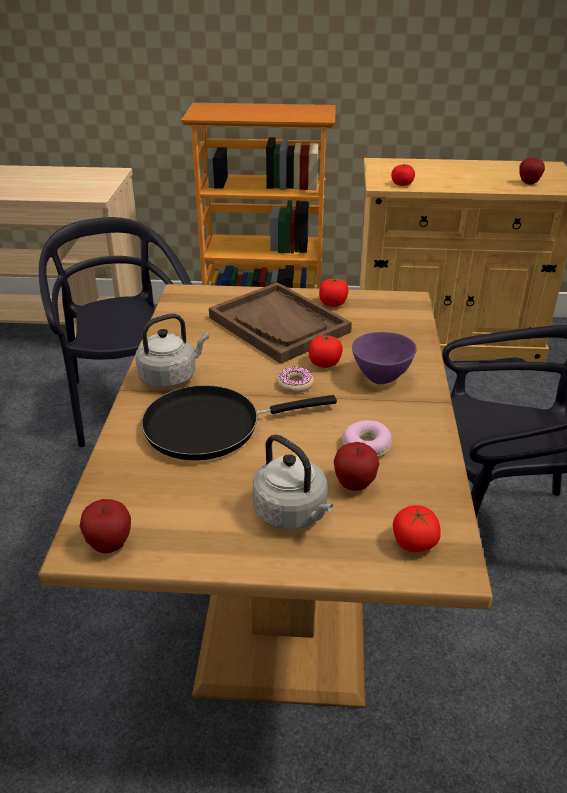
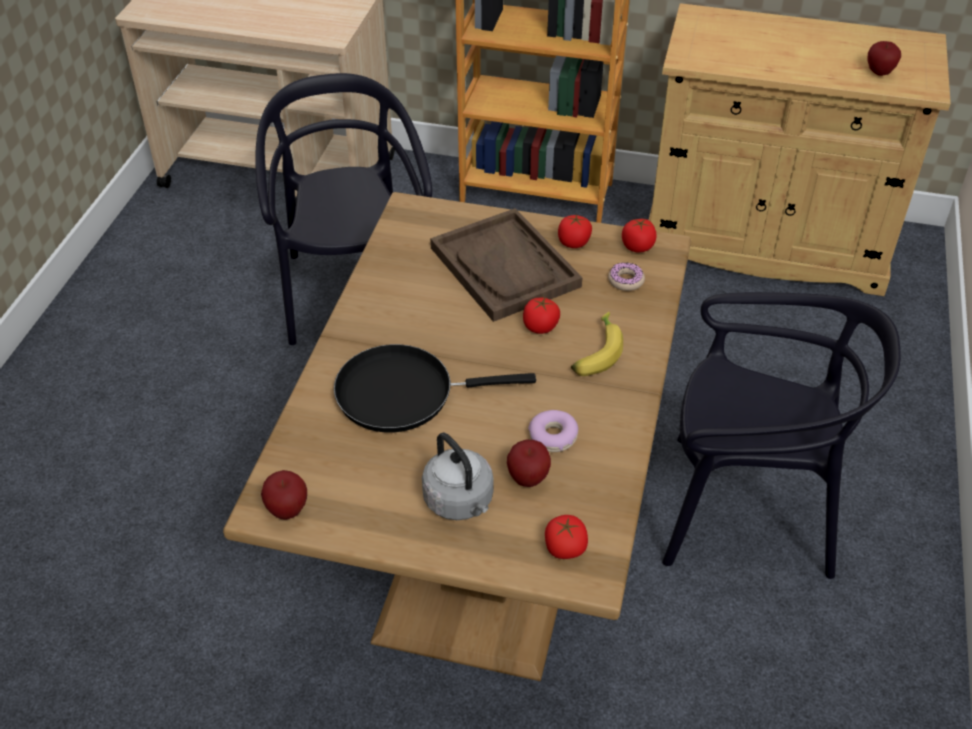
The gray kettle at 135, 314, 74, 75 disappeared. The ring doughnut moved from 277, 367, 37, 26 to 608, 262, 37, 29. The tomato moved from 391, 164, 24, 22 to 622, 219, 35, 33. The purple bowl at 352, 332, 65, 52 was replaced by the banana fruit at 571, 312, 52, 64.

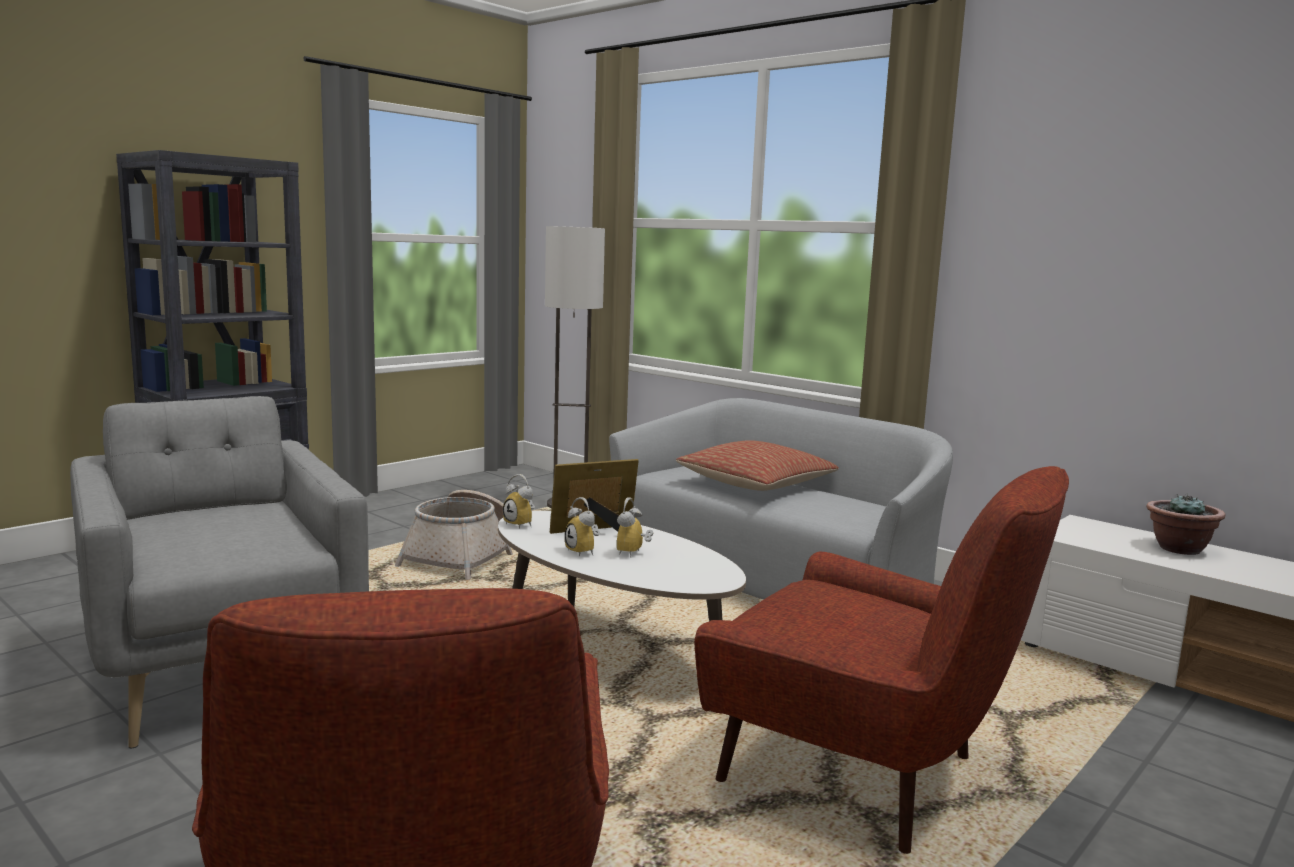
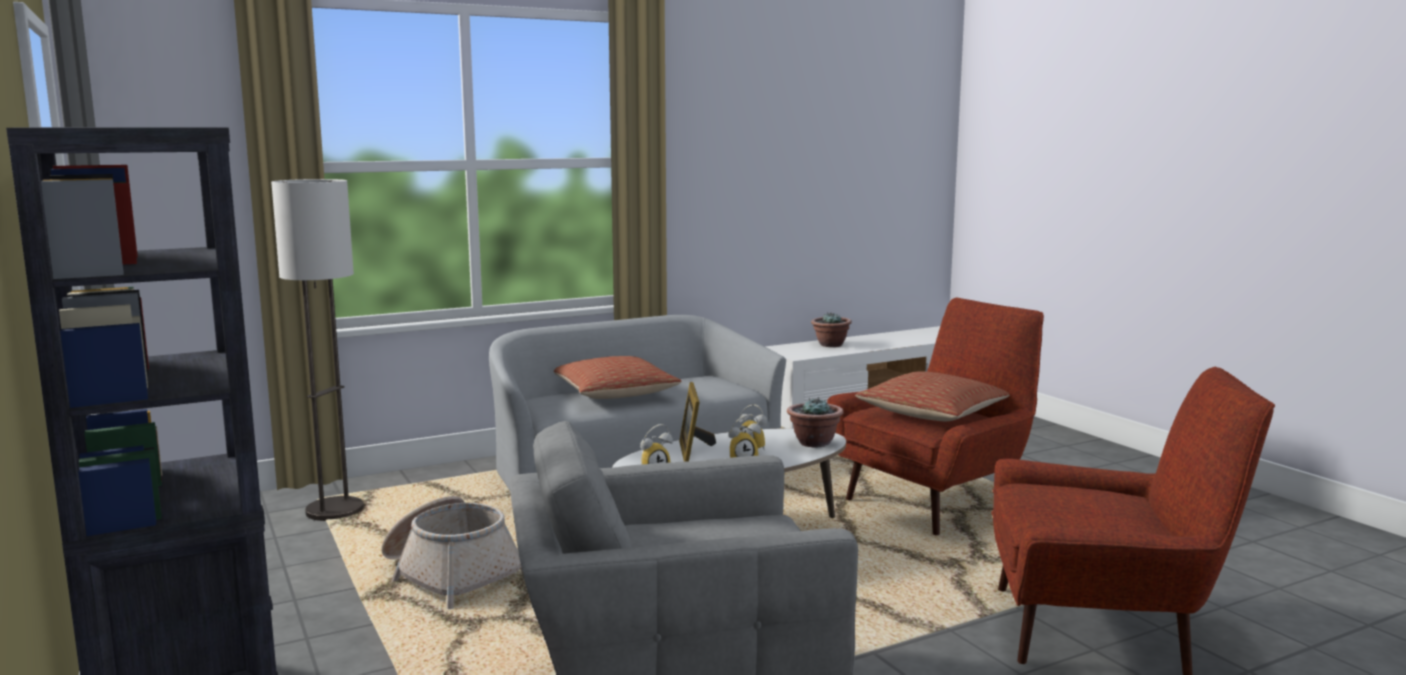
The potted plant at 787, 397, 57, 50 appeared. The pillow at 855, 371, 155, 50 appeared.

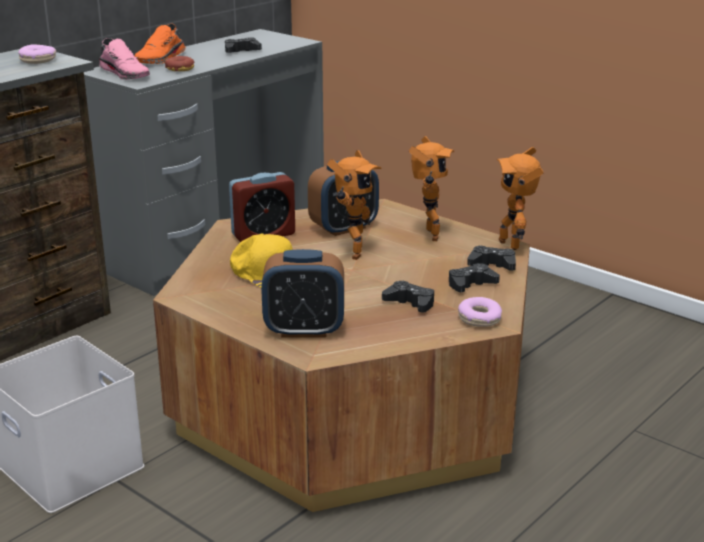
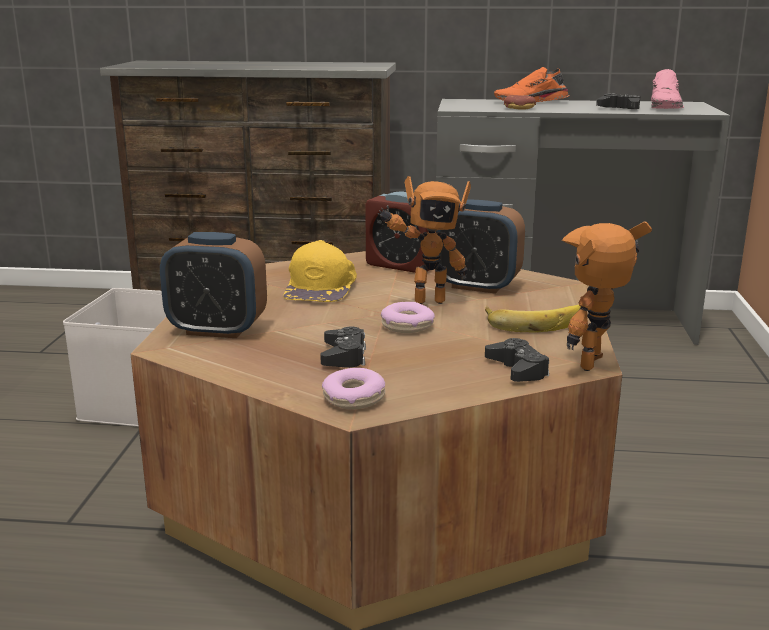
The black-coloured gamepad at 449, 263, 51, 29 disappeared. The ring doughnut moved from 18, 44, 38, 20 to 381, 302, 54, 31. The pink-coloured item of footwear moved from 99, 38, 51, 42 to 651, 69, 33, 40. The toy robot at 409, 136, 45, 105 was replaced by the banana fruit at 485, 305, 95, 28. The bedside clock at 261, 249, 83, 88 turned 45 degrees counterclockwise.

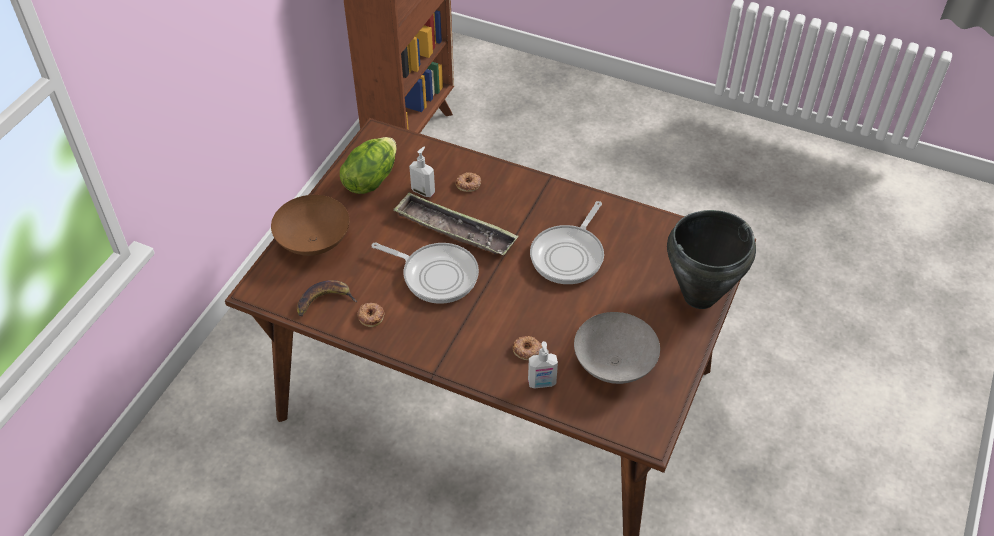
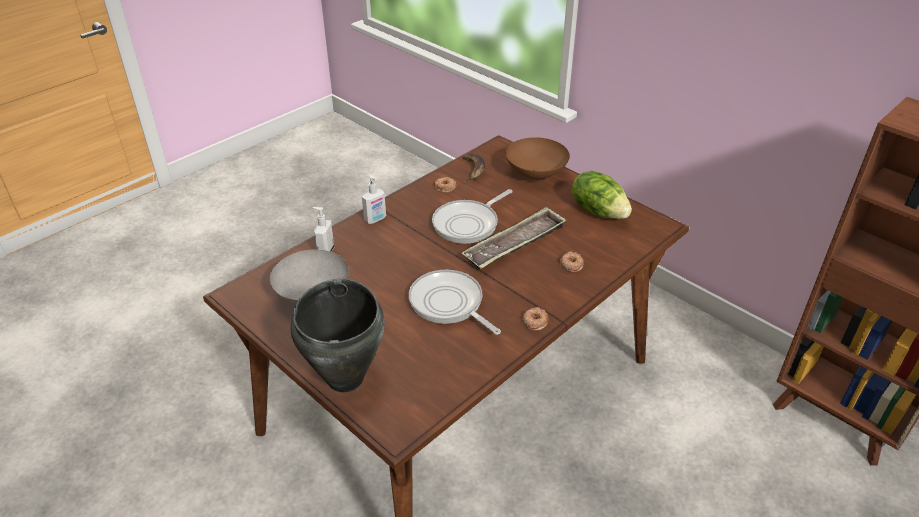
The soap bottle moved from 409, 146, 26, 51 to 362, 175, 24, 49. The ring doughnut moved from 513, 336, 29, 24 to 522, 307, 26, 24.

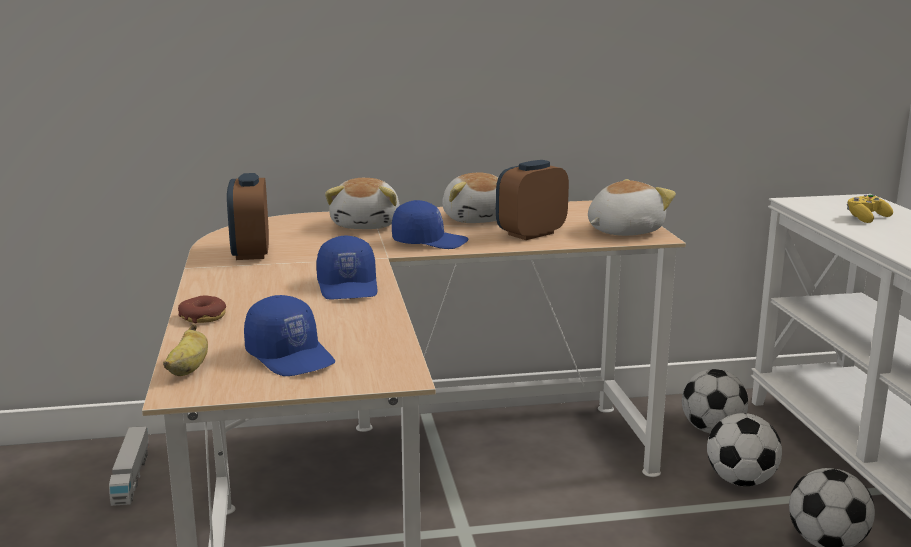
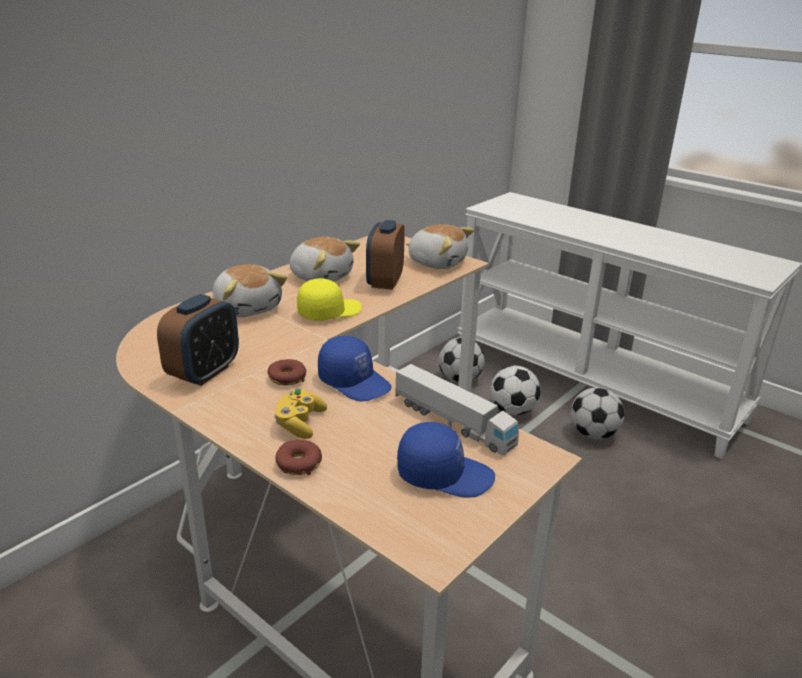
The banana fruit at 163, 324, 45, 52 disappeared. The ring doughnut at 267, 359, 39, 27 appeared. The toy truck moved from 109, 426, 40, 80 to 394, 364, 125, 91. The yellow-coloured gamepad moved from 847, 194, 46, 29 to 274, 388, 53, 51. The bluish cap at 392, 200, 76, 49 became the yellow-coloured cap at 297, 278, 65, 43. The bedside clock at 227, 173, 42, 87 turned 105 degrees counterclockwise. The plush toy at 588, 179, 88, 57 turned 105 degrees clockwise.

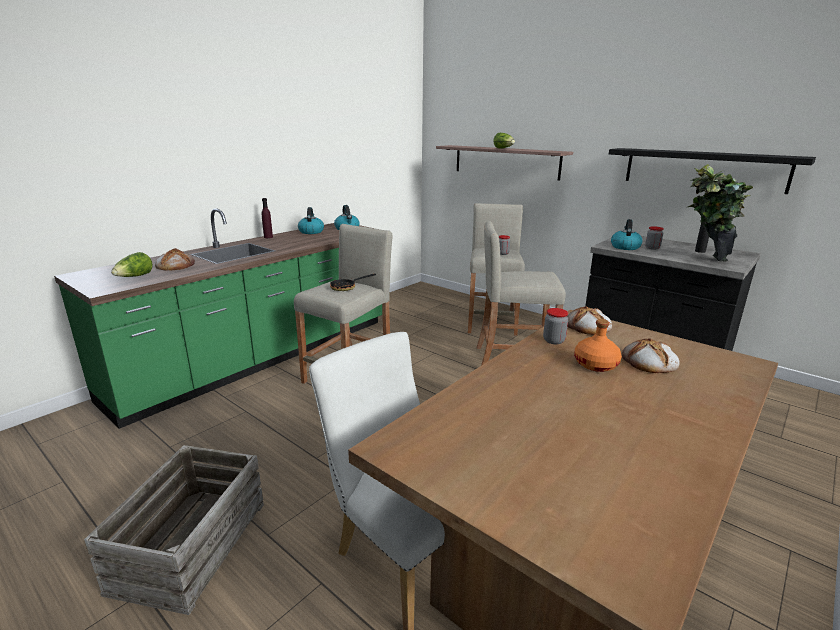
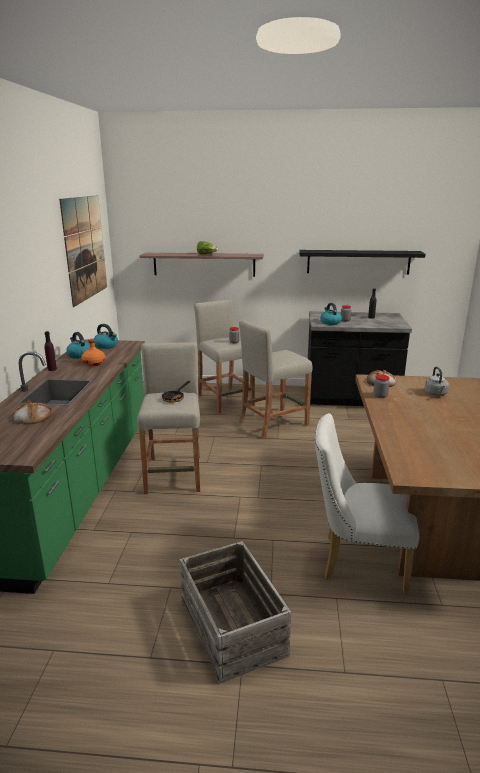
The lettuce head at 111, 252, 42, 25 disappeared. The potted plant at 688, 164, 65, 97 disappeared. The wall art at 59, 196, 48, 111 appeared. The orange-coloured bottle moved from 574, 319, 48, 53 to 81, 339, 25, 27. The baked bread at 622, 338, 57, 35 was replaced by the gray kettle at 424, 367, 25, 29.

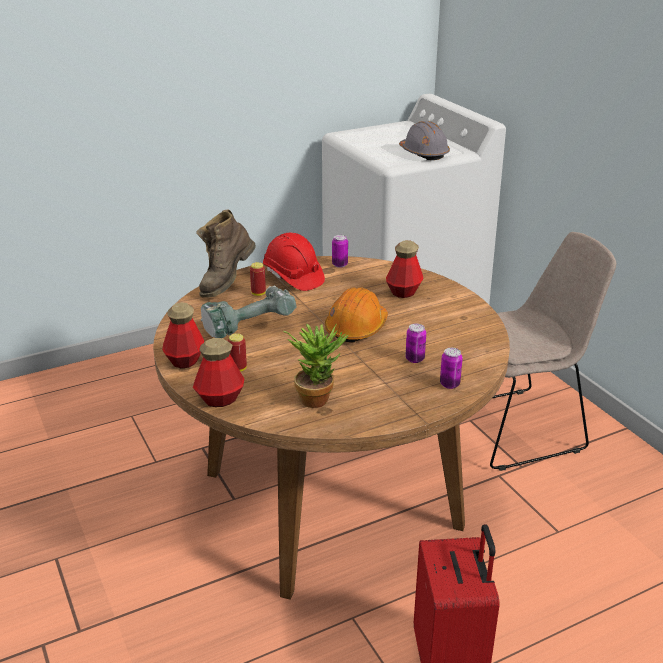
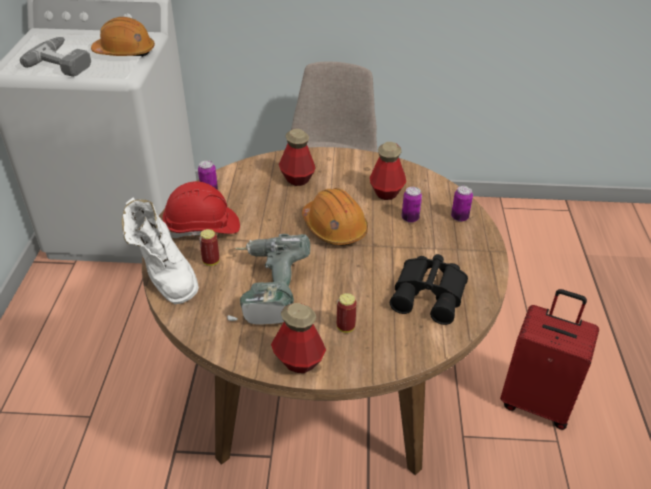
The power drill at 20, 37, 71, 40 appeared. The bottle moved from 193, 338, 51, 69 to 370, 142, 36, 58. The potted plant at 283, 324, 65, 84 was replaced by the black-coloured field glasses at 390, 254, 78, 71. The brown boot at 196, 209, 60, 89 became the white boot at 122, 197, 77, 107. The gray work helmet at 399, 121, 51, 39 became the orange-coloured work helmet at 91, 17, 64, 40.

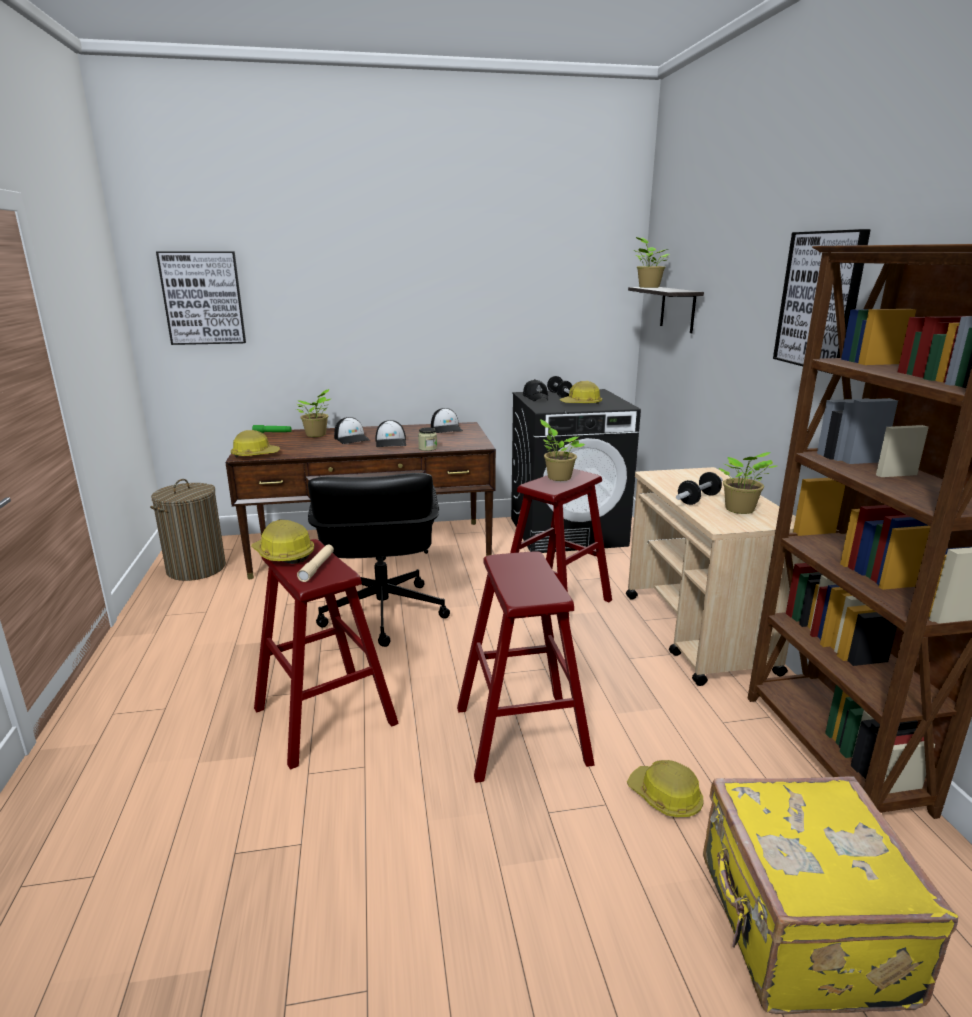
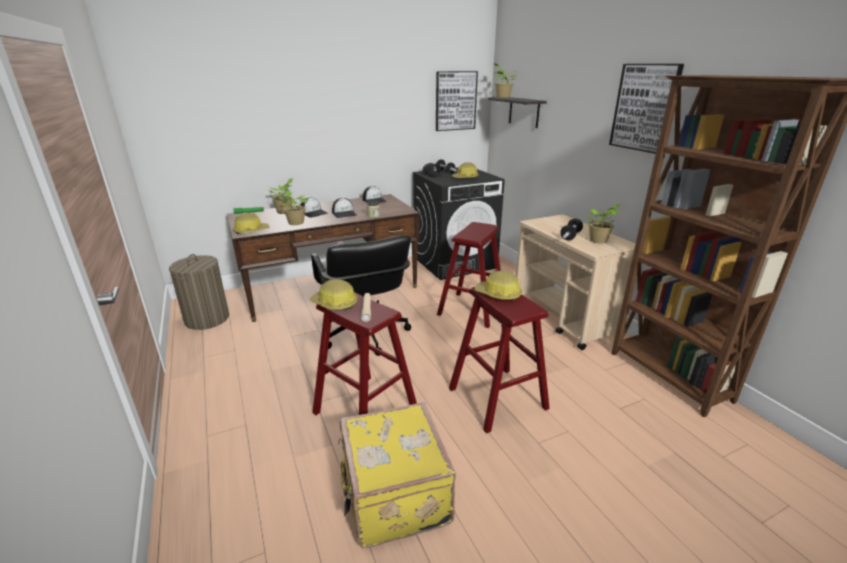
The wall art moved from 156, 252, 90, 93 to 436, 71, 42, 60. The potted plant moved from 540, 419, 45, 62 to 279, 186, 30, 39. The work helmet moved from 627, 760, 77, 57 to 474, 271, 48, 29. The yellow-coloured suitcase moved from 703, 776, 255, 239 to 338, 402, 118, 146.

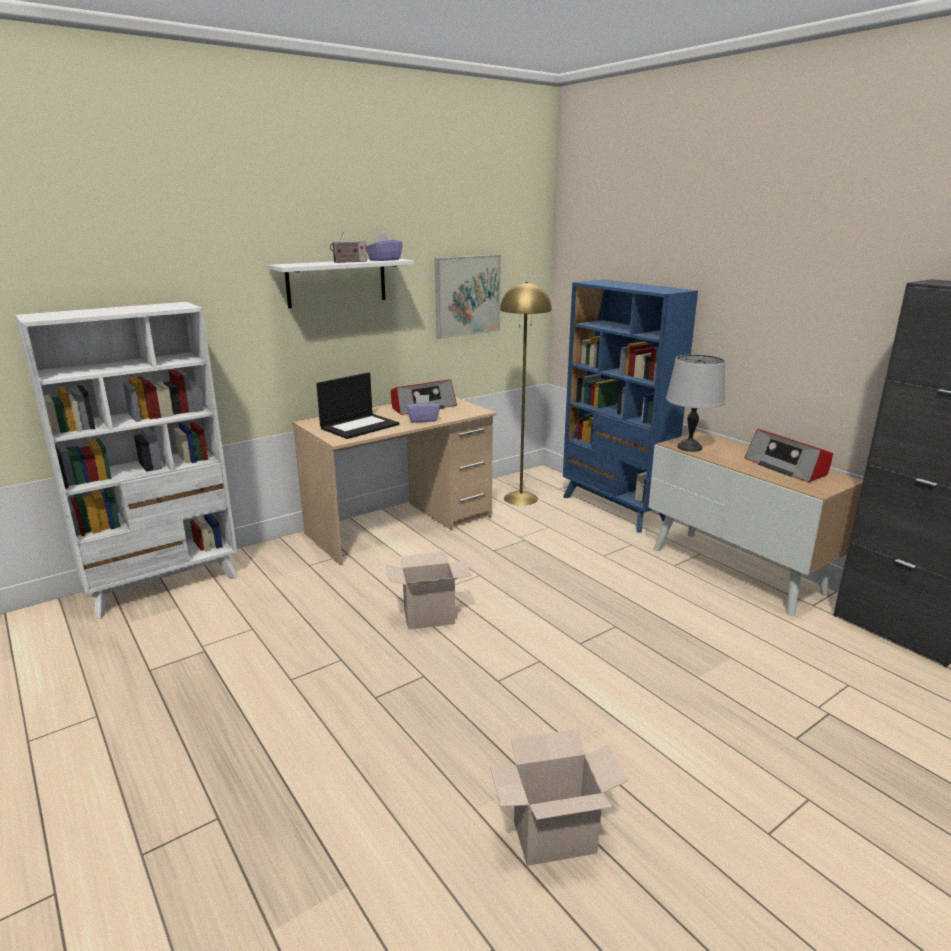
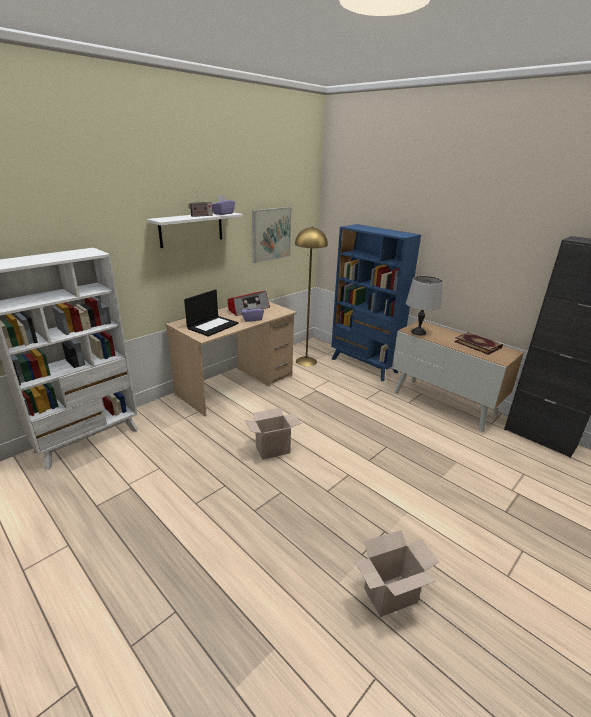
The radio at 744, 429, 89, 53 was replaced by the bound book at 454, 332, 49, 23.

